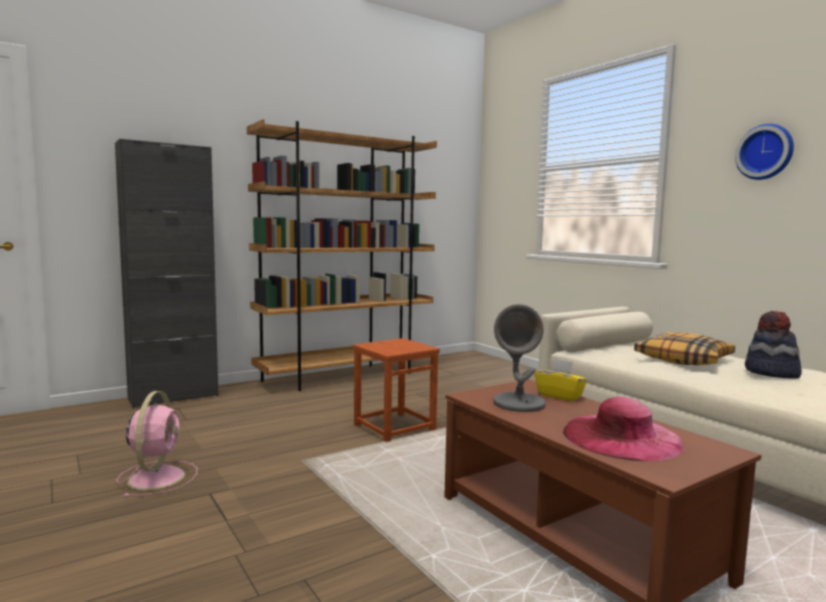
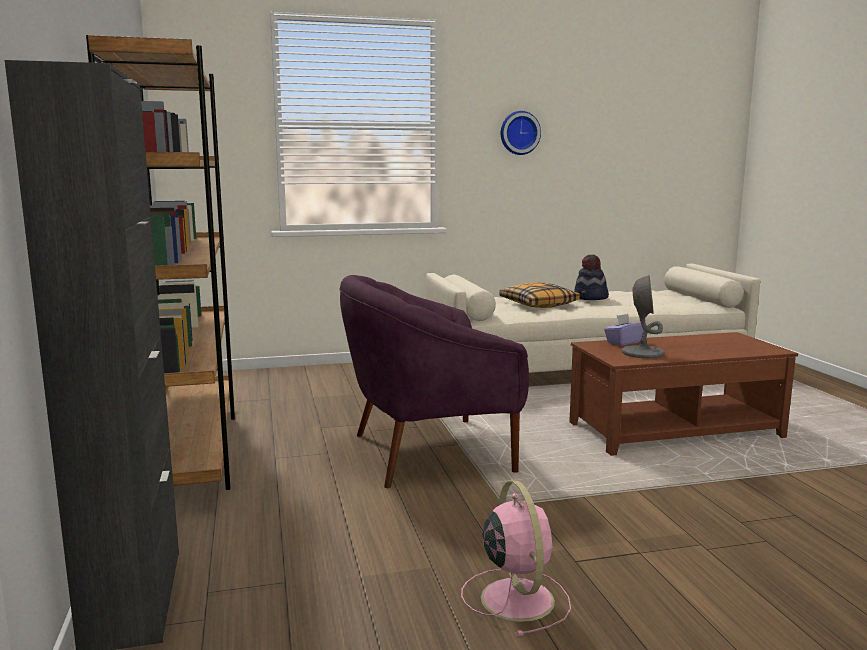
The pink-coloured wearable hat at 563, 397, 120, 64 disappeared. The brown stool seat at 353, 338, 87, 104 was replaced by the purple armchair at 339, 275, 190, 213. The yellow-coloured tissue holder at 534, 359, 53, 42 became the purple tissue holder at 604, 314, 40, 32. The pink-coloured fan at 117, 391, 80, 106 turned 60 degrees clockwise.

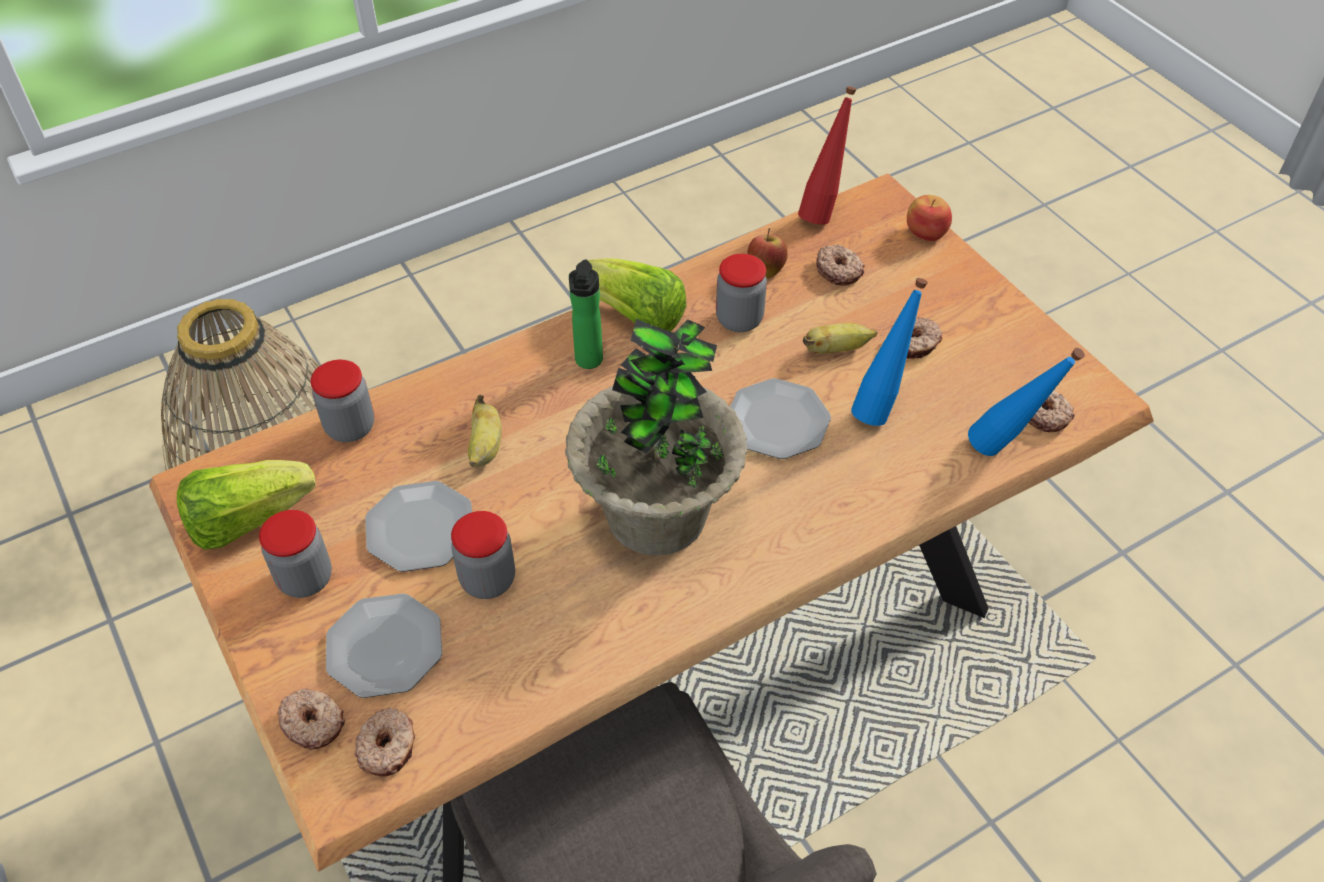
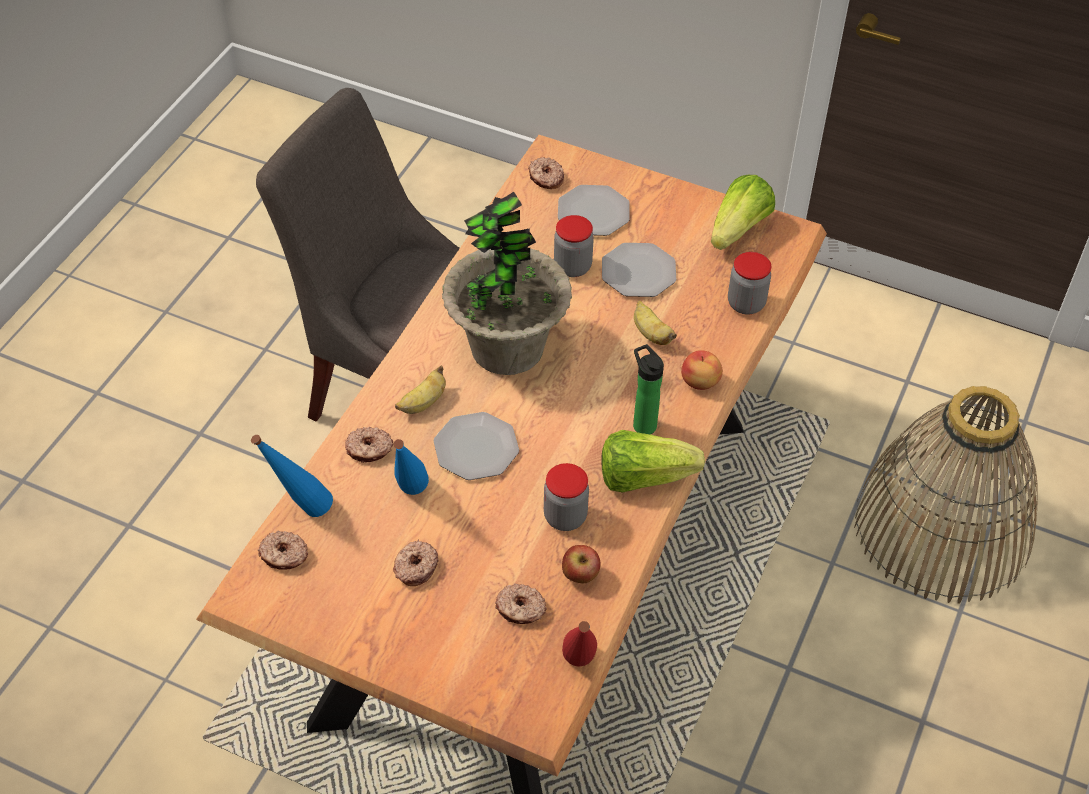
The preserve jar at 259, 510, 73, 88 disappeared. The ring doughnut moved from 277, 688, 68, 62 to 345, 427, 48, 36. The banana fruit moved from 803, 323, 74, 31 to 395, 366, 51, 48. The whole apple moved from 907, 195, 45, 46 to 681, 350, 42, 40.

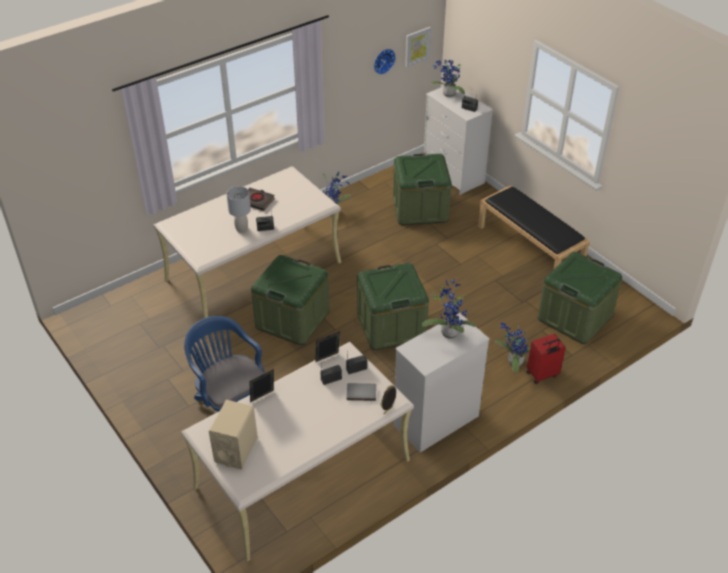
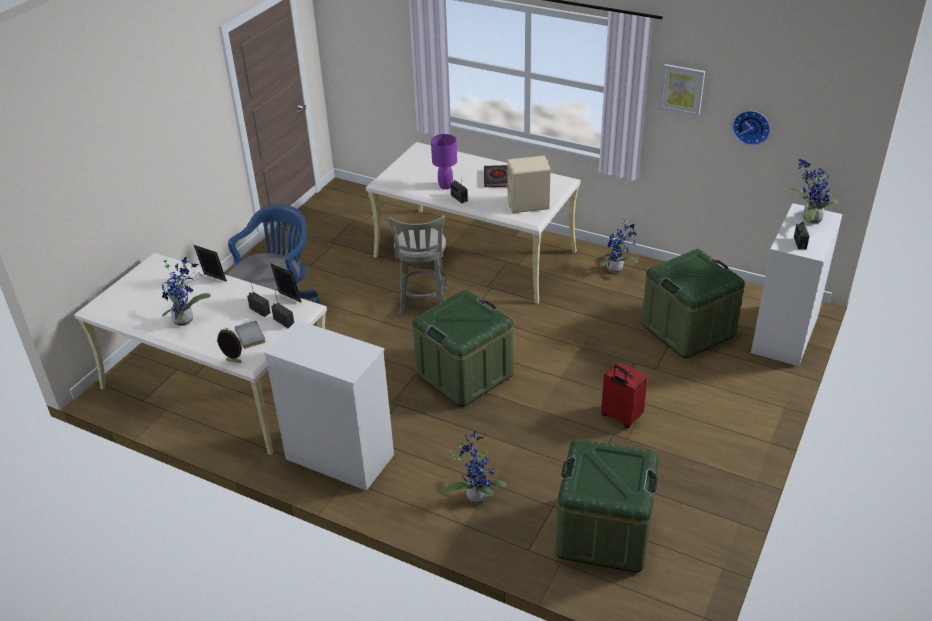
The black-coloured long seat at 478, 185, 112, 85 disappeared. The sand-coloured audio speaker moved from 209, 400, 49, 69 to 507, 156, 43, 57. The wall art moved from 405, 27, 26, 40 to 659, 64, 46, 52. The potted plant moved from 422, 278, 53, 61 to 162, 257, 49, 69. The reddish suitcase moved from 527, 334, 39, 50 to 601, 362, 46, 66. The green storage bin at 251, 255, 78, 90 was replaced by the gray stool seat at 388, 215, 60, 100. The gray table lamp at 226, 186, 25, 47 became the purple table lamp at 431, 134, 26, 55.

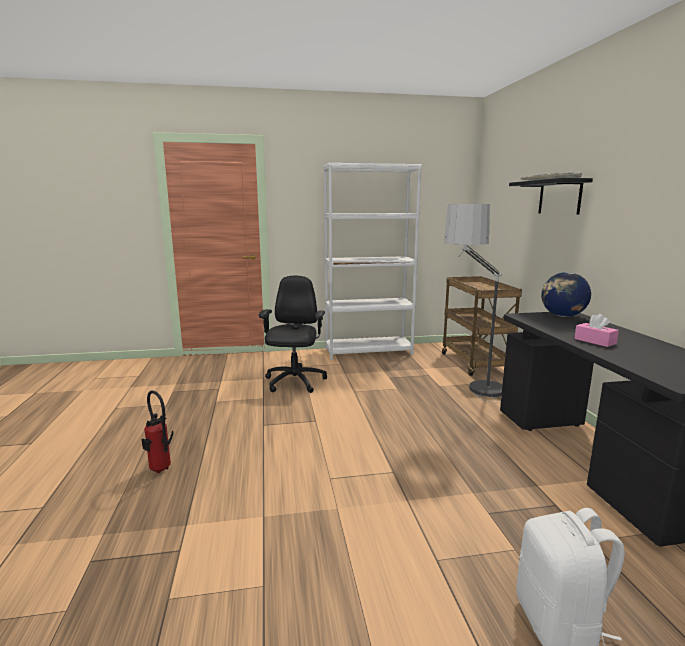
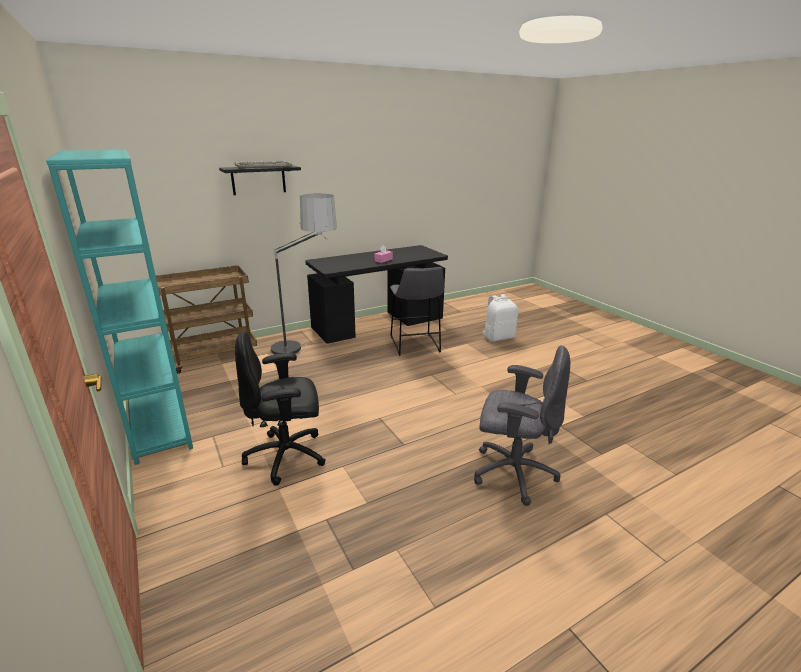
The world globe at 541, 272, 50, 45 disappeared. The gray stool seat at 390, 267, 54, 89 appeared. The fire-fighting cylinder at 142, 390, 31, 83 was replaced by the gray office chair at 474, 345, 96, 161. The white bookcase at 323, 163, 99, 197 became the turquoise bookcase at 46, 150, 147, 315.

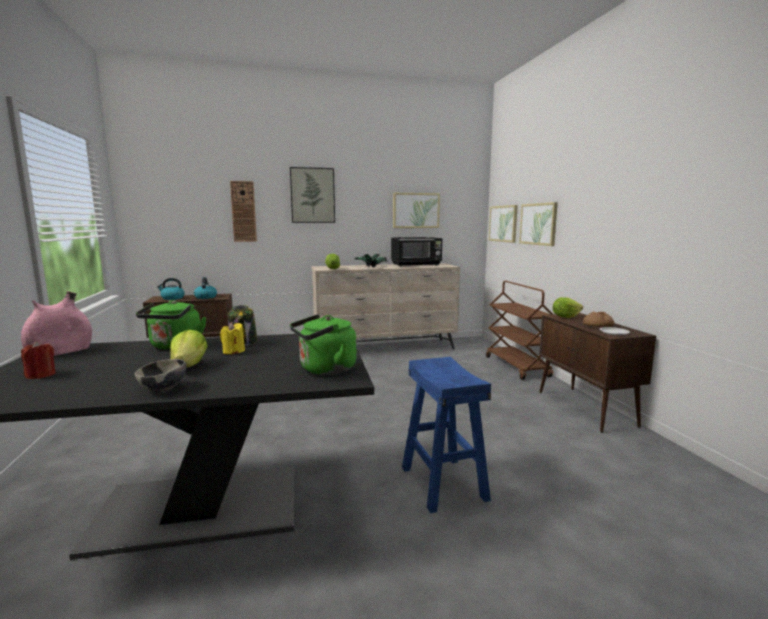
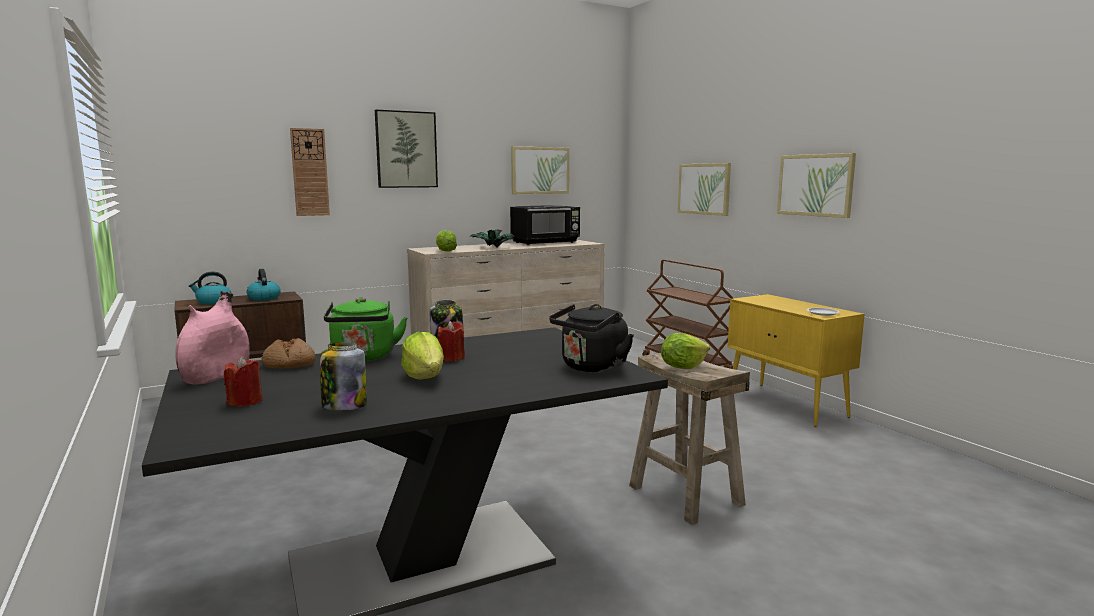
The bowl at 135, 359, 51, 33 disappeared. The preserve jar at 320, 342, 47, 69 appeared. The wall art moved from 489, 205, 29, 38 to 777, 153, 79, 65. The lettuce head moved from 552, 297, 31, 21 to 661, 333, 49, 36. The baked bread moved from 583, 312, 31, 15 to 261, 338, 55, 31. The yellow-coloured wax light at 220, 322, 25, 32 became the reddish wax light at 437, 321, 28, 40. The green kettle at 290, 314, 67, 61 became the black-coloured kettle at 549, 304, 85, 69. The bluish stool seat at 402, 357, 89, 156 became the sand-coloured stool seat at 629, 353, 121, 172. The brown cupboard at 539, 313, 117, 120 became the yellow-coloured cupboard at 728, 294, 137, 133.

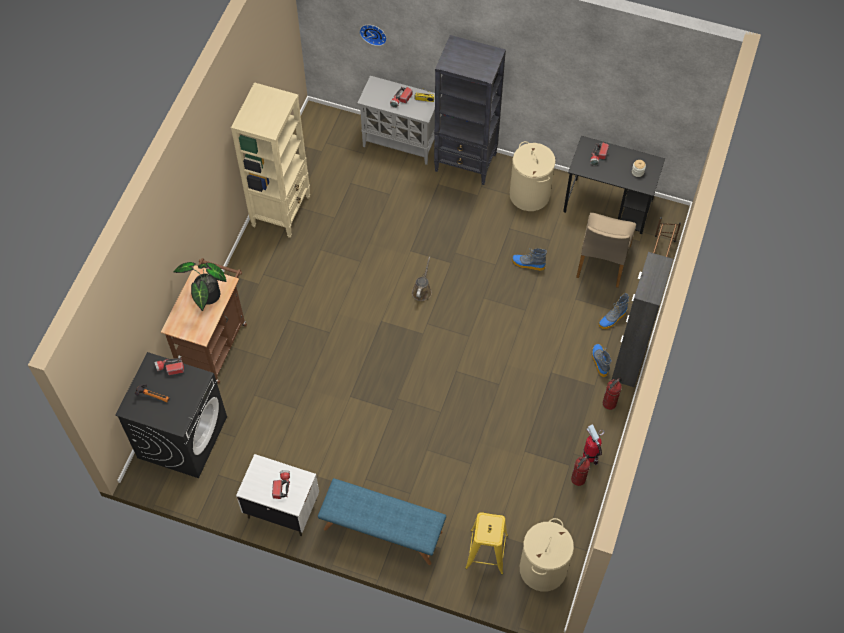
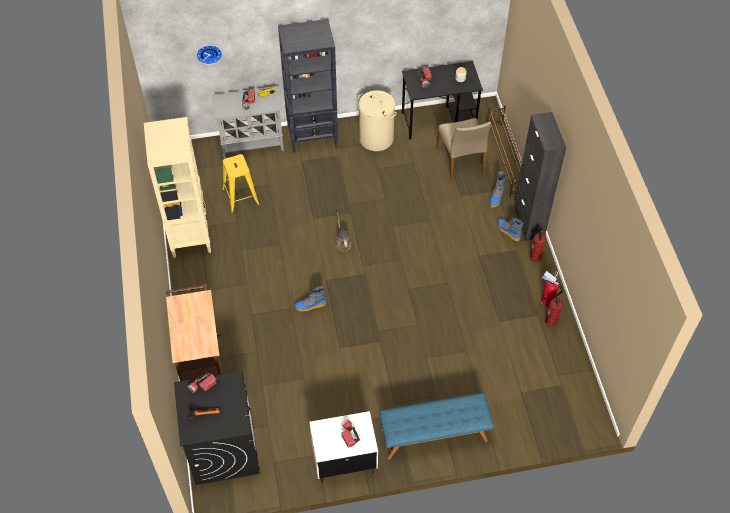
The potted plant at 173, 262, 54, 49 disappeared. The sand-coloured laundry basket at 520, 518, 54, 74 disappeared. The yellow-coloured stool seat moved from 465, 512, 43, 63 to 222, 154, 38, 59. The boot moved from 512, 248, 35, 23 to 294, 286, 32, 26.

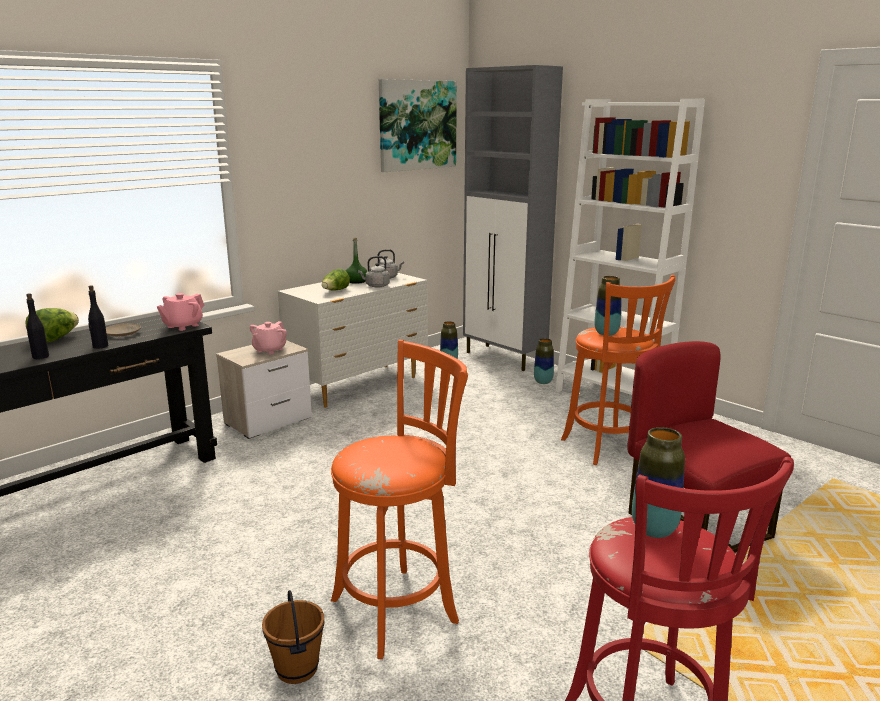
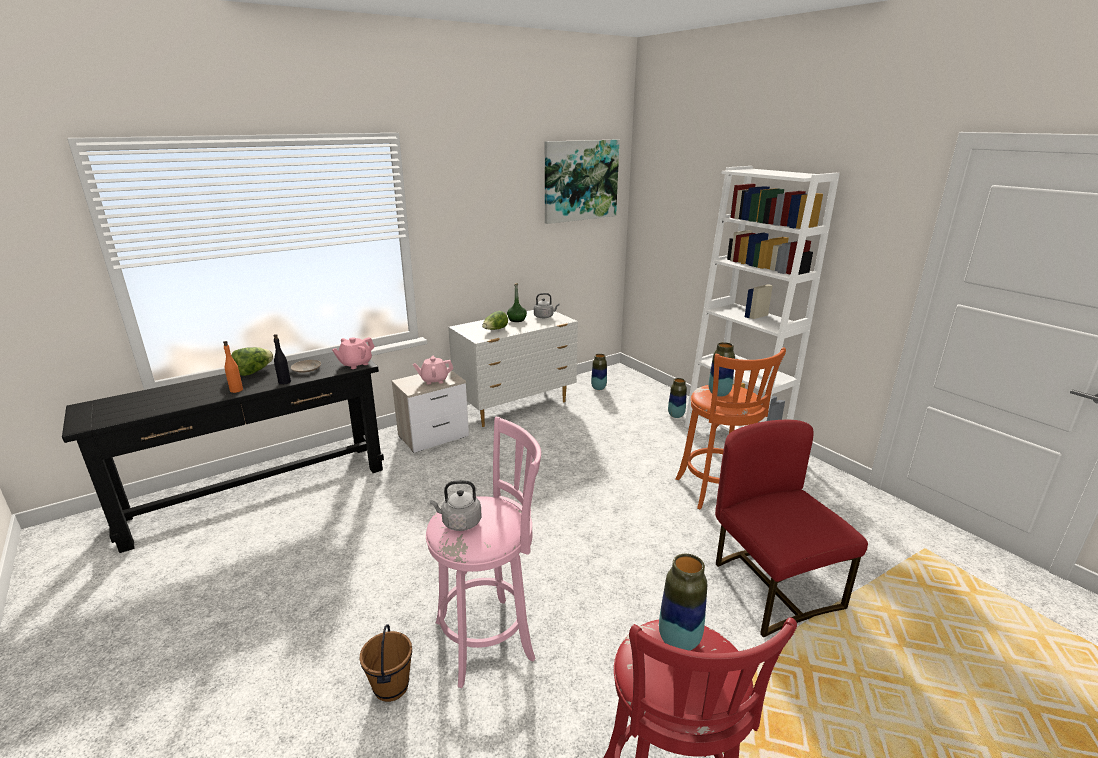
The gray cupboard at 463, 65, 100, 306 disappeared. The gray kettle moved from 358, 256, 32, 32 to 430, 480, 52, 51. The black-coloured bottle at 26, 293, 23, 66 became the orange-coloured bottle at 223, 341, 20, 52. The orange-coloured stool seat at 331, 340, 137, 319 became the pink-coloured stool seat at 426, 417, 115, 271. The pink-coloured teapot at 250, 321, 37, 34 turned 45 degrees clockwise.

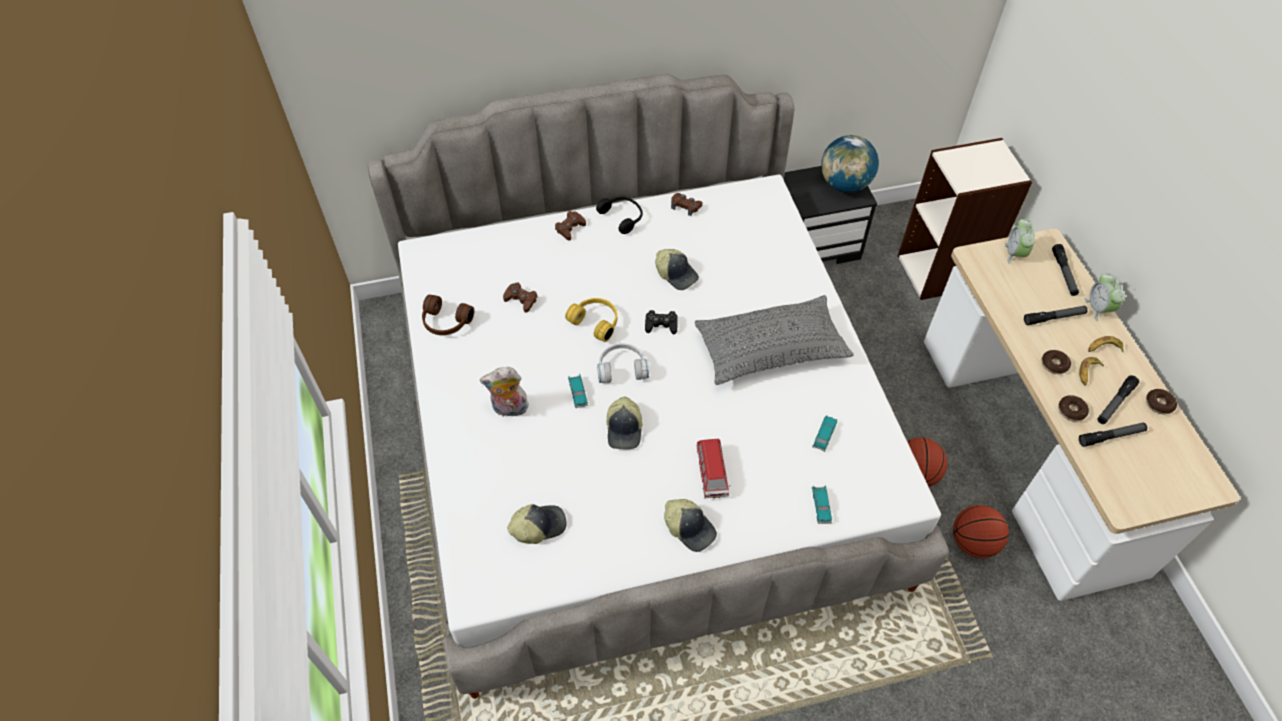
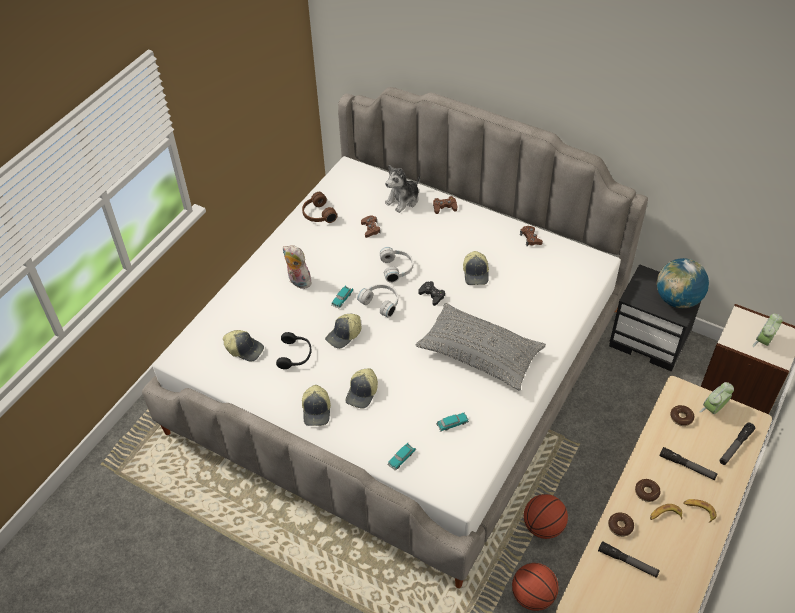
The hand torch at 1097, 375, 42, 49 disappeared. The plush toy at 385, 165, 35, 48 appeared. The black-coloured pair of headphones moved from 596, 196, 47, 38 to 276, 332, 36, 37. The bedside clock moved from 1085, 273, 41, 48 to 752, 314, 31, 33. The ring doughnut moved from 1146, 389, 31, 25 to 670, 405, 24, 21. The miniature car at 697, 439, 34, 59 was replaced by the cap at 345, 368, 33, 40. The yellow-coloured pair of headphones at 565, 298, 52, 44 became the white pair of headphones at 380, 247, 33, 36.

